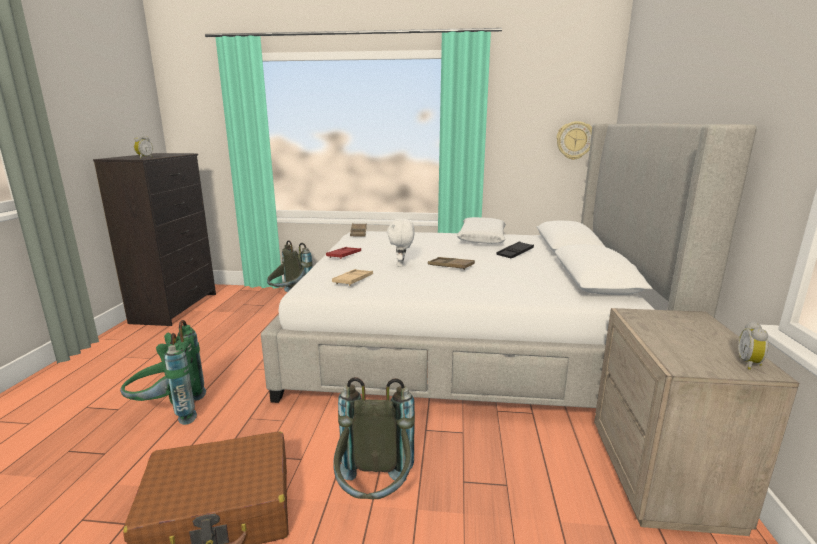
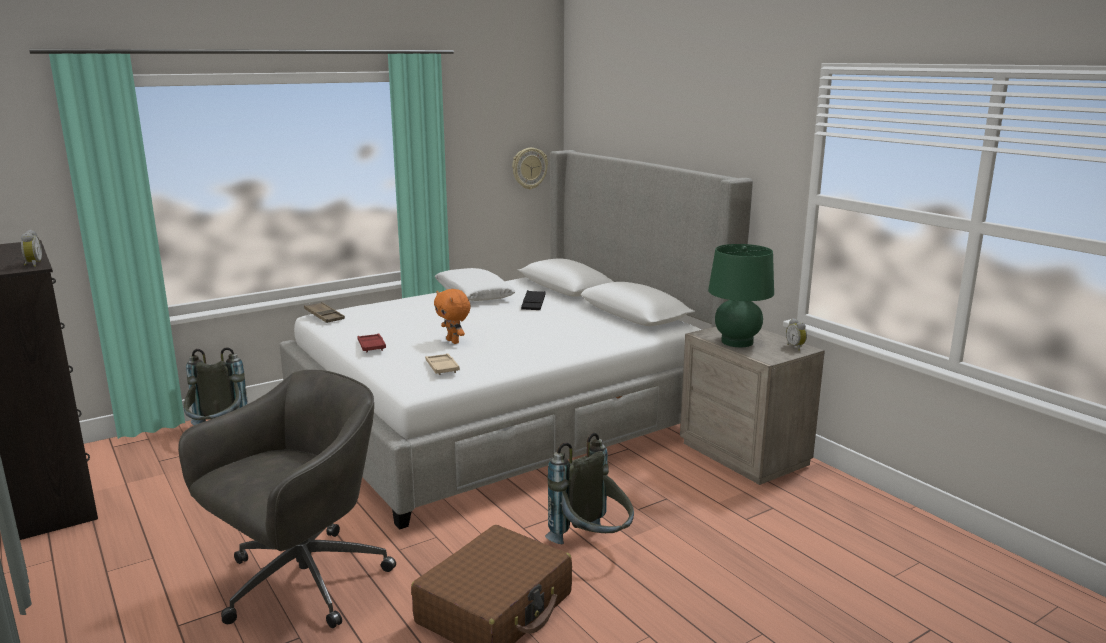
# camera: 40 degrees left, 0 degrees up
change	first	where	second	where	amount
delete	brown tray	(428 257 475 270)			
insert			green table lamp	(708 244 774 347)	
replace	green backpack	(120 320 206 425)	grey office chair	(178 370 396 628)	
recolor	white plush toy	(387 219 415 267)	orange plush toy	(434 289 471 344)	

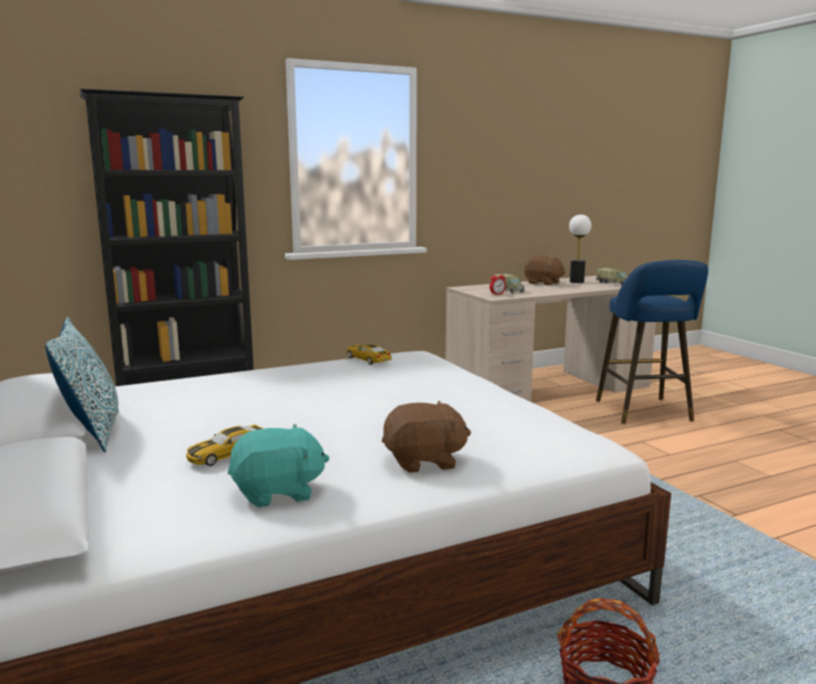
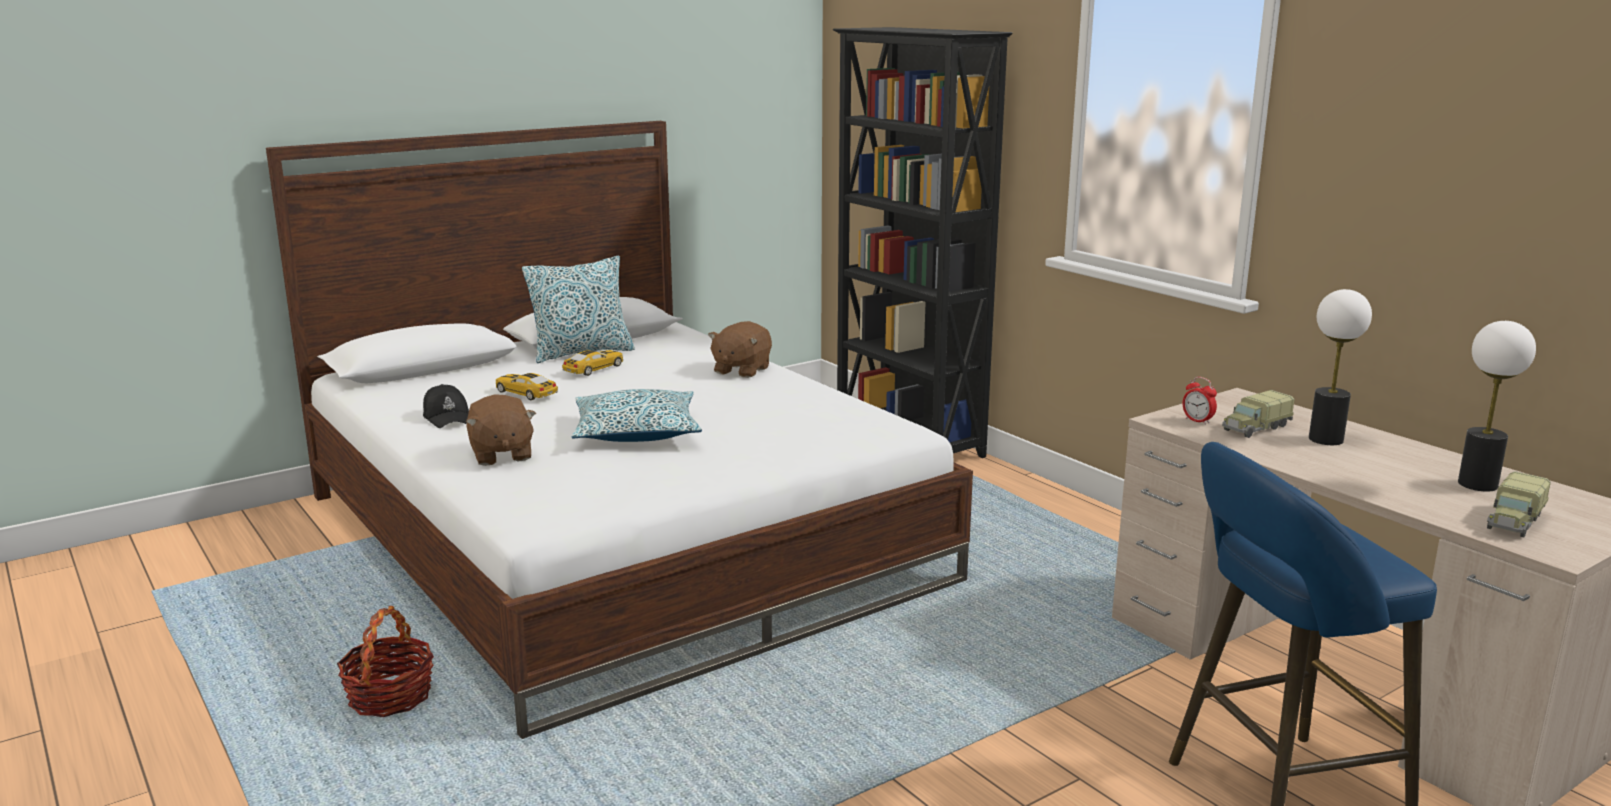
# camera: 80 degrees right, 5 degrees up
change	first	where	second	where	amount
insert			pillow	(571 389 702 442)	
insert			table lamp	(1309 289 1372 445)	
move	toy car	(347 344 392 365)		(562 350 623 376)	
move	brown plush toy	(524 255 565 286)		(708 321 772 378)	
replace	turquoise plush toy	(228 424 329 508)	black cap	(423 384 469 428)	

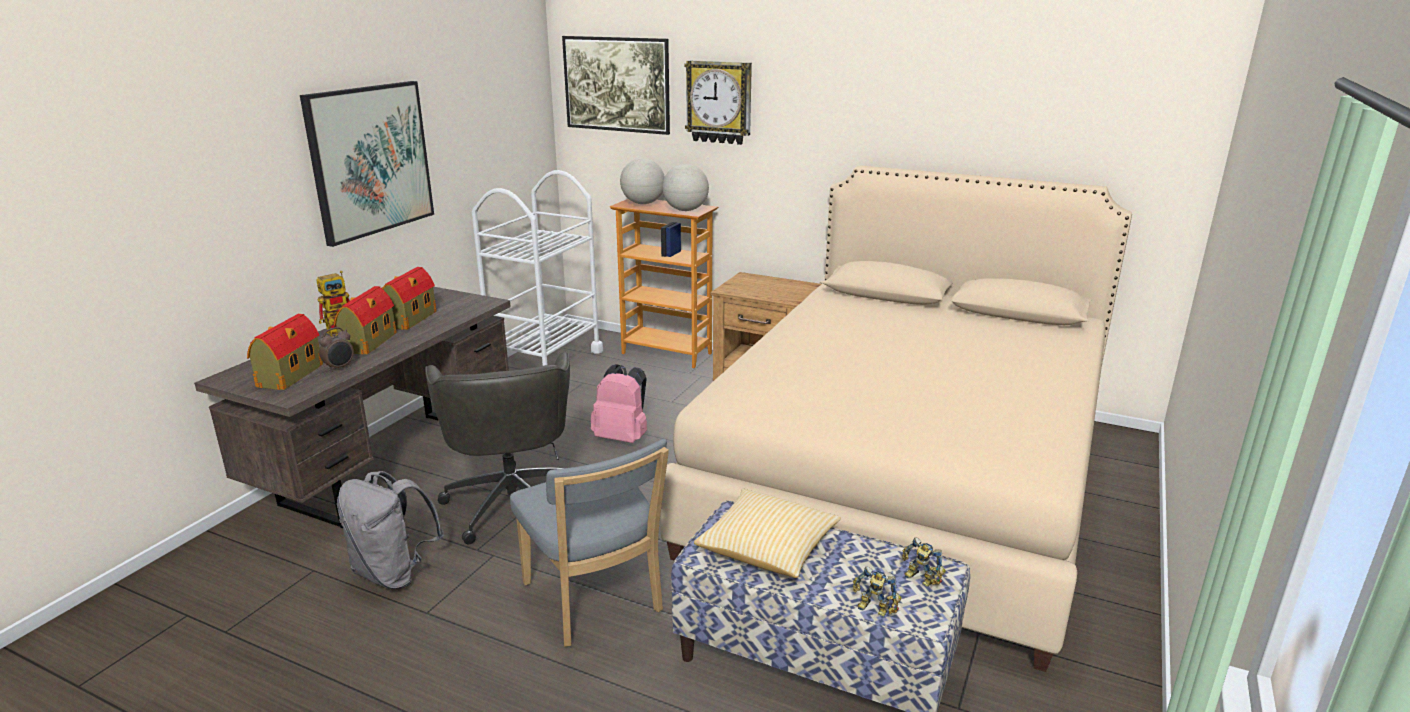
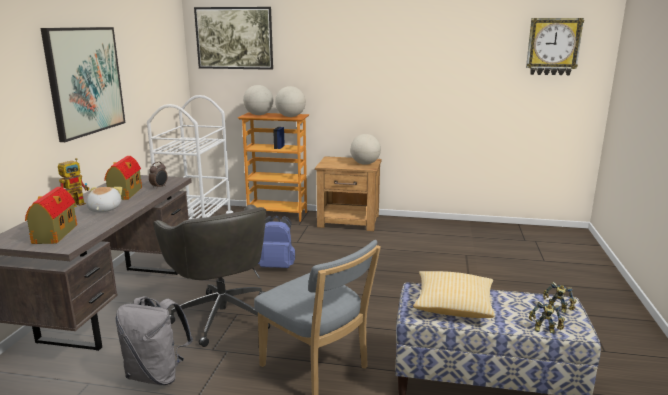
# camera: 15 degrees left, 5 degrees down
change	first	where	second	where	amount
delete	beige bed	(660 165 1132 672)			
insert			globe	(350 134 381 165)	
move	alarm clock	(319 327 354 372)		(149 162 168 189)	
move	wall clock	(685 60 752 145)		(526 18 584 75)	
replace	toy house	(334 286 396 355)	plush toy	(86 187 122 212)	
recolor	pink backpack	(591 364 647 443)	blue backpack	(258 216 295 268)	

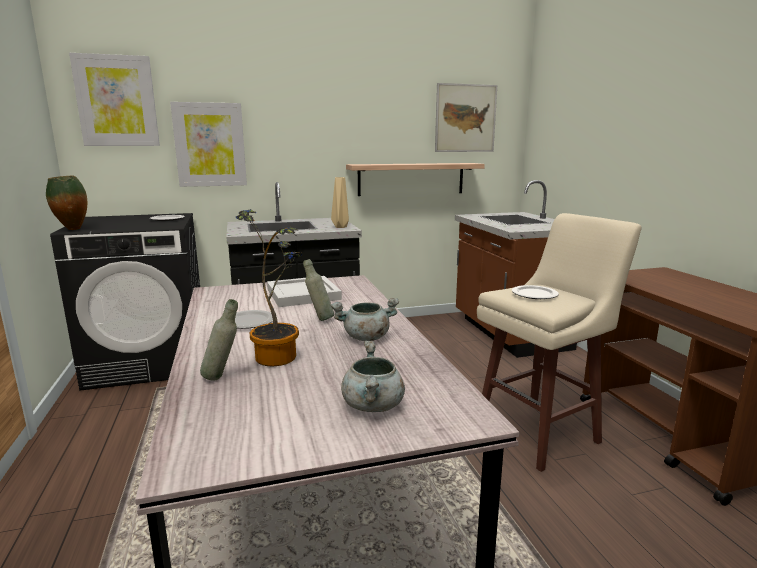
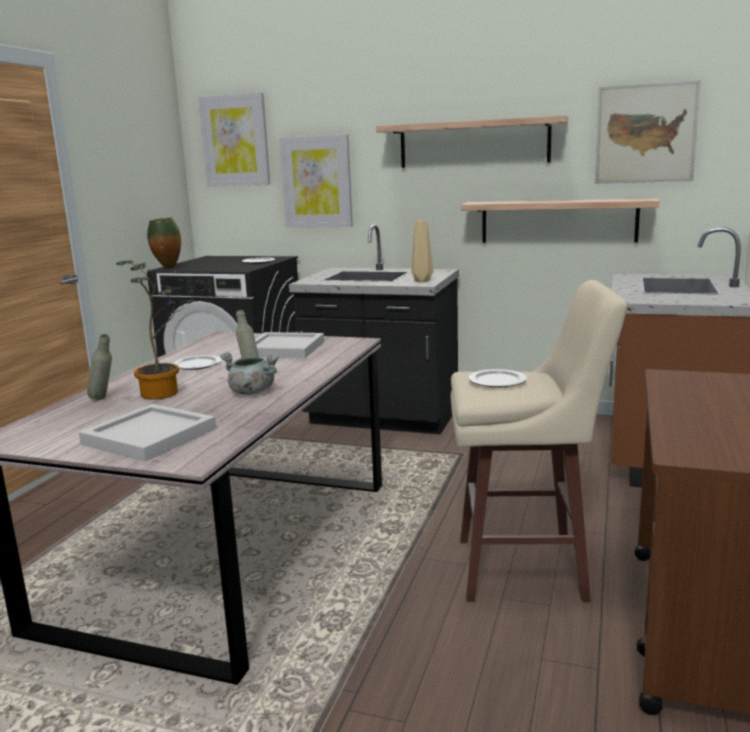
# camera: 35 degrees right, 0 degrees up
change	first	where	second	where	amount
insert			shelf	(376 115 568 168)	
replace	grey cooking pot	(341 341 405 412)	white tray	(79 404 216 462)	

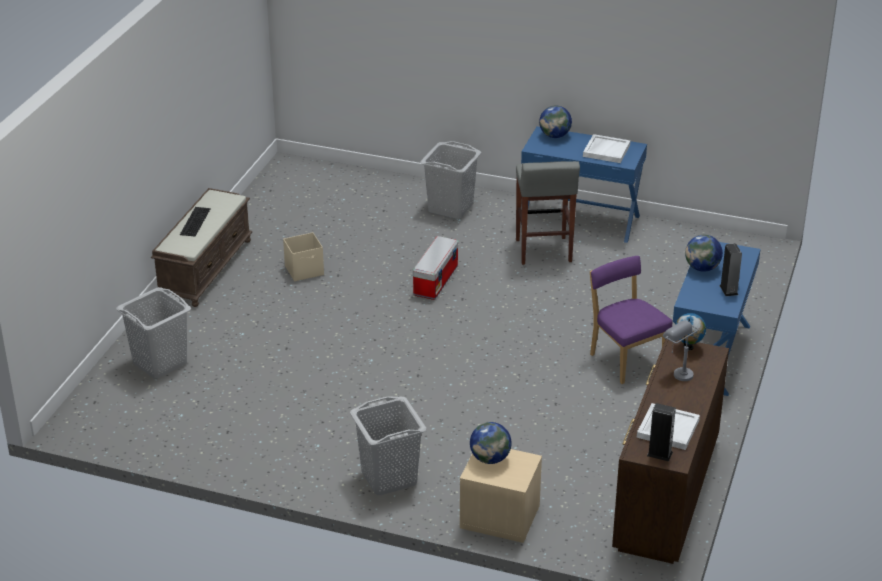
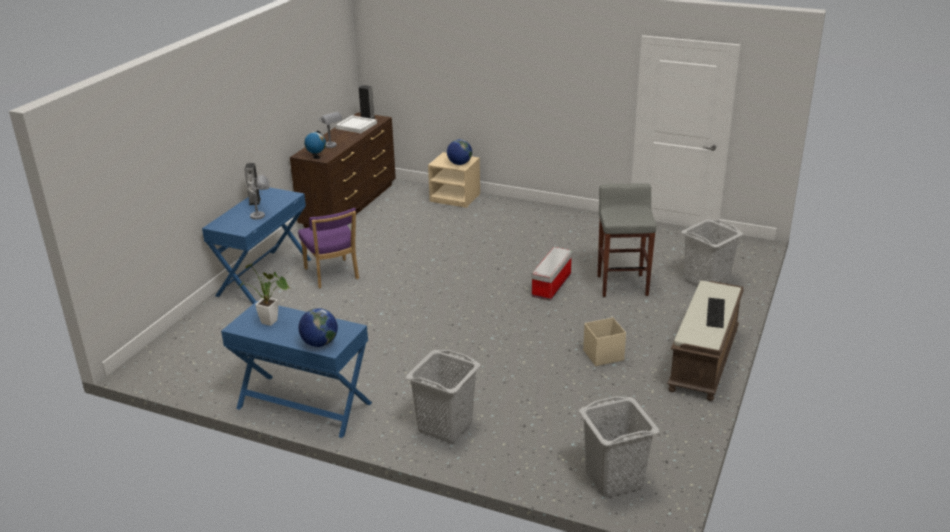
# camera: 175 degrees left, 5 degrees down
change	first	where	second	where	amount
move	grey laundry basket	(350 396 426 495)		(579 396 659 497)	
move	storage box	(413 236 458 300)		(532 247 572 300)	
move	grey stool	(516 161 580 265)		(597 183 656 297)	
replace	white tray	(583 134 630 163)	potted plant	(240 264 289 326)	
replace	globe	(685 235 723 272)	grey table lamp	(250 175 269 220)	

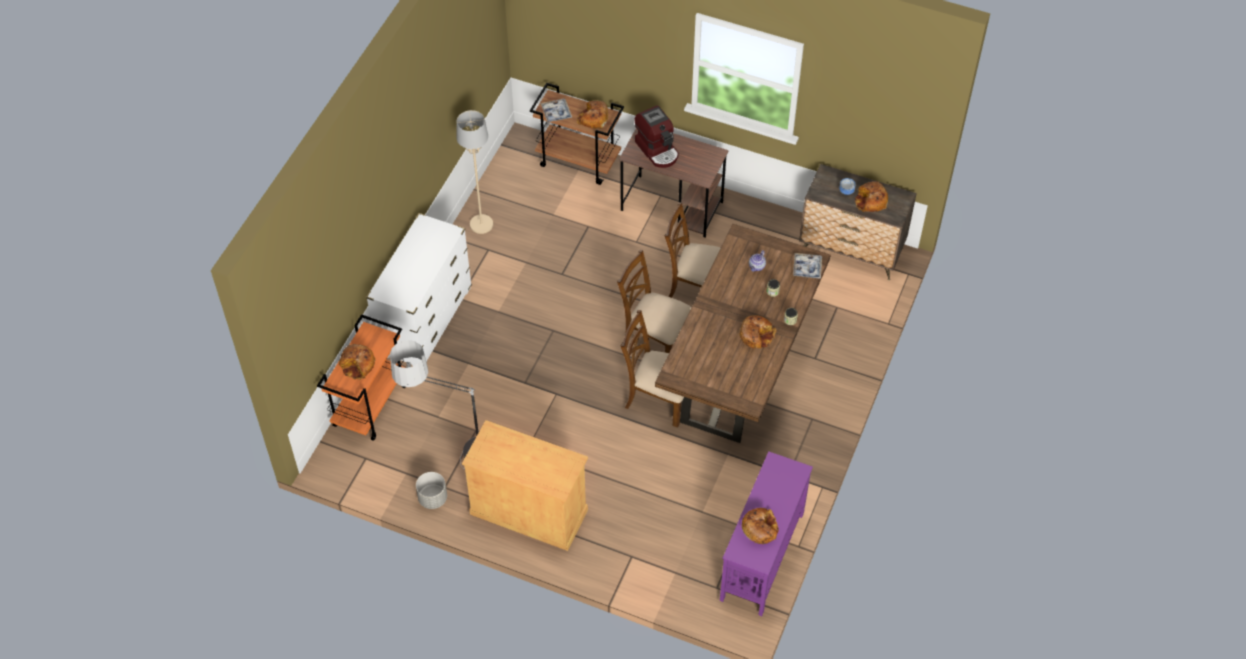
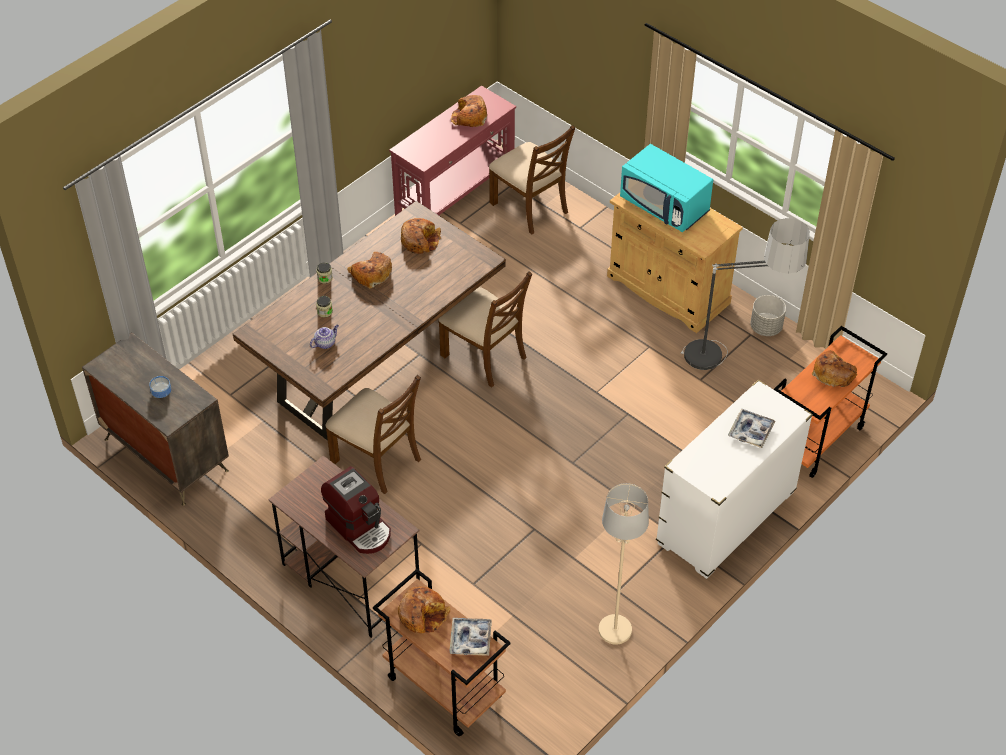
# camera: 160 degrees left, 5 degrees down
change	first	where	second	where	amount
insert			turquoise microwave	(620 144 713 232)	
move	brown chair	(617 250 691 353)		(489 125 575 234)	
move	tray	(793 253 822 279)		(728 409 776 448)	
move	bread	(855 181 888 212)		(401 218 441 254)	
recolor	purple console table	(720 451 813 616)	red console table	(389 86 516 216)	
rotate	coffee machine	(634 105 679 168)		(321 466 391 554)	150 degrees clockwise

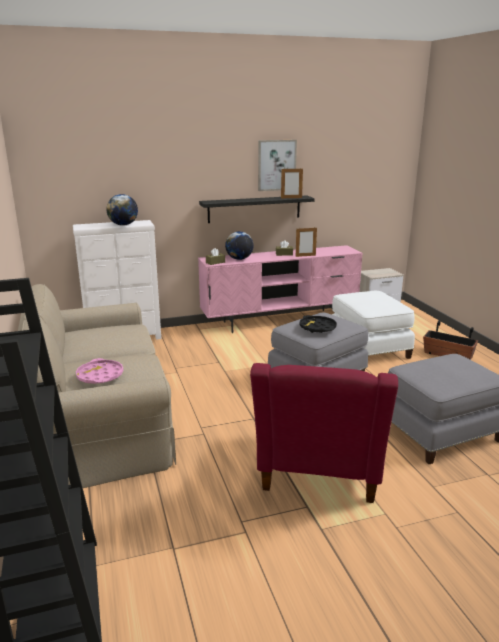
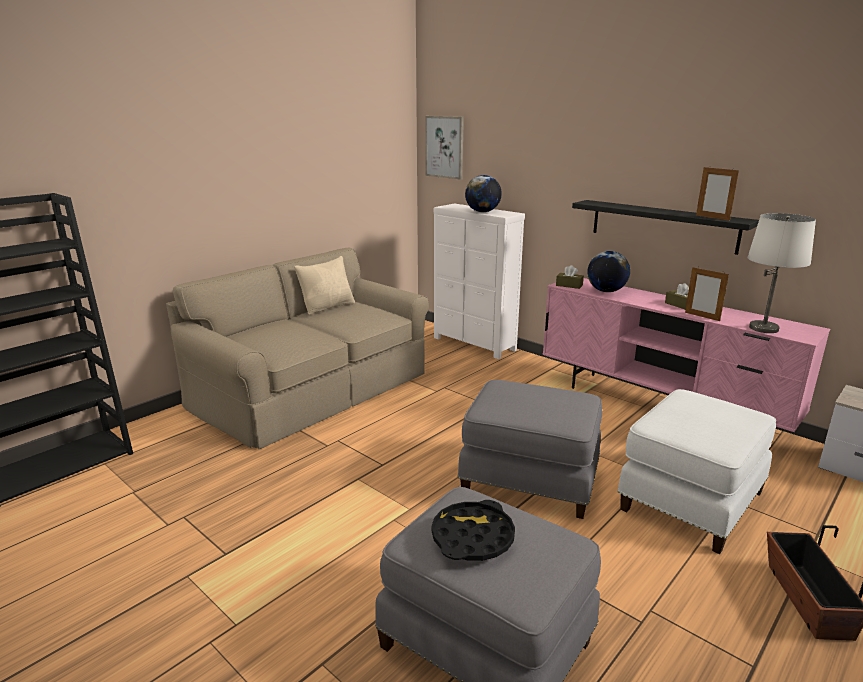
# camera: 60 degrees right, 0 degrees up
change	first	where	second	where	amount
delete	pink tray	(76 358 124 384)			
delete	red armchair	(250 363 398 503)			
insert			beige pillow	(294 256 355 315)	
insert			white table lamp	(747 213 816 333)	
move	picture	(258 140 297 191)		(426 116 464 180)	
move	black tray	(299 315 337 333)		(432 500 515 561)	

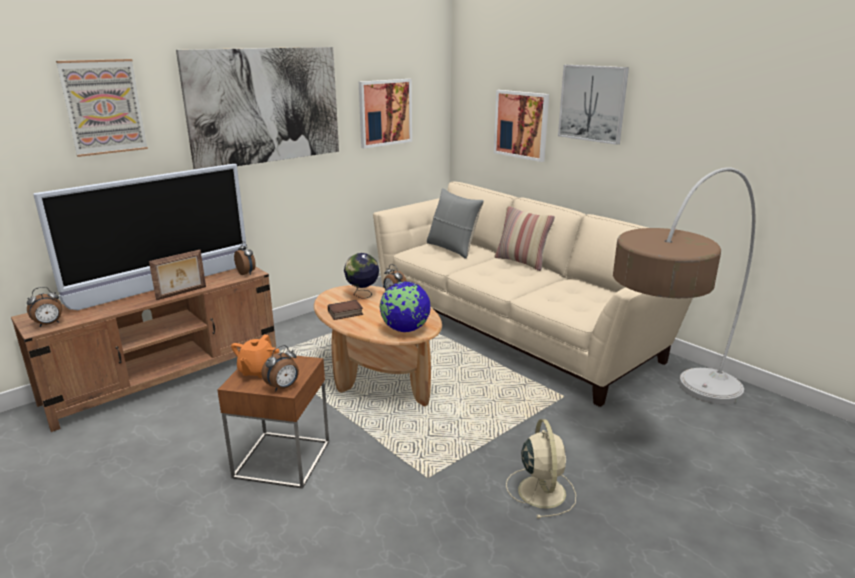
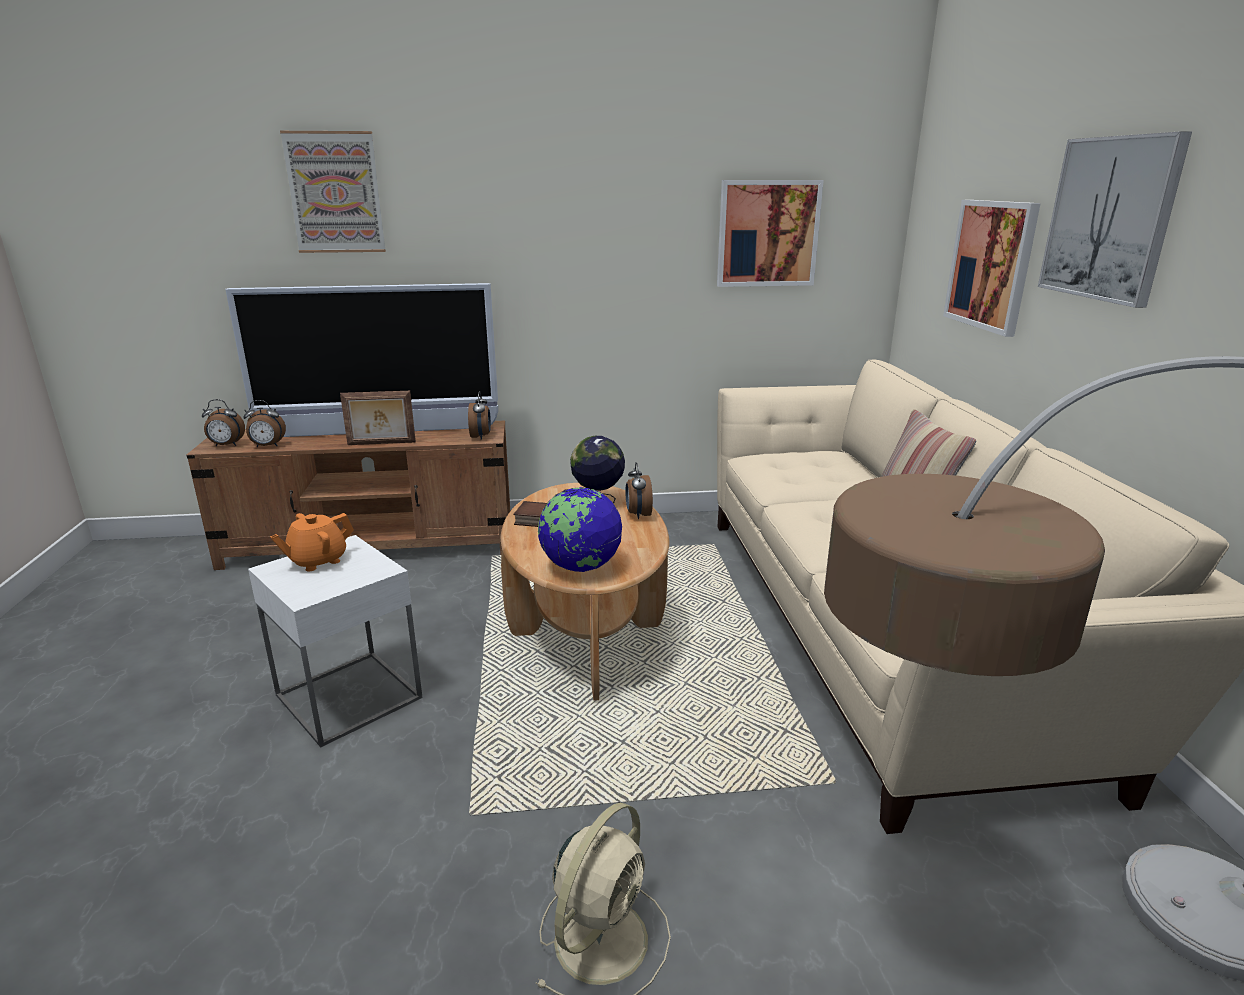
# camera: 35 degrees right, 0 degrees up
change	first	where	second	where	amount
delete	picture	(176 47 339 169)			
delete	grey pillow	(427 188 484 259)			
move	alarm clock	(261 345 299 391)		(243 400 286 447)	
recolor	brown side table	(217 356 329 489)	white side table	(248 535 423 748)	

